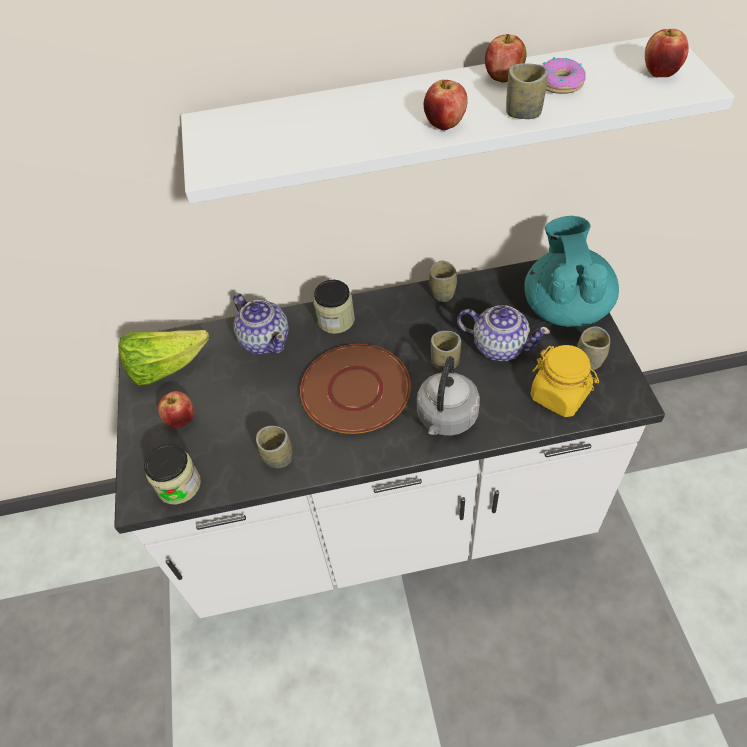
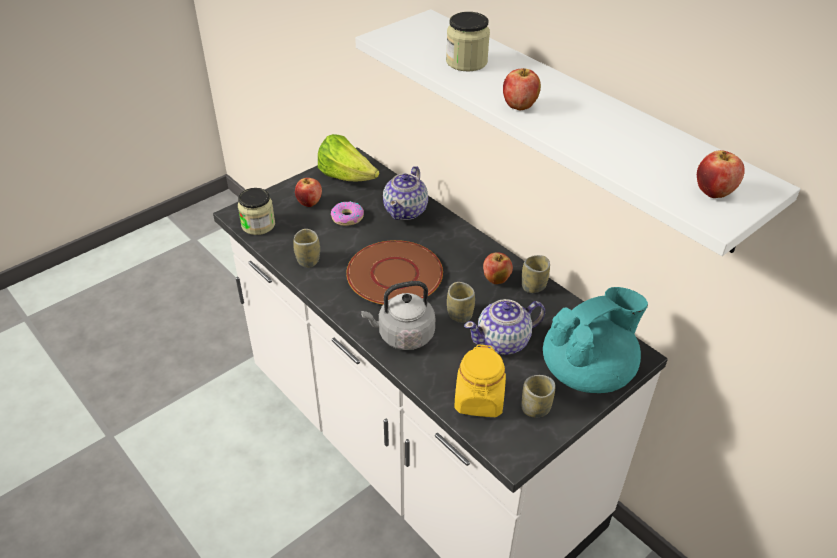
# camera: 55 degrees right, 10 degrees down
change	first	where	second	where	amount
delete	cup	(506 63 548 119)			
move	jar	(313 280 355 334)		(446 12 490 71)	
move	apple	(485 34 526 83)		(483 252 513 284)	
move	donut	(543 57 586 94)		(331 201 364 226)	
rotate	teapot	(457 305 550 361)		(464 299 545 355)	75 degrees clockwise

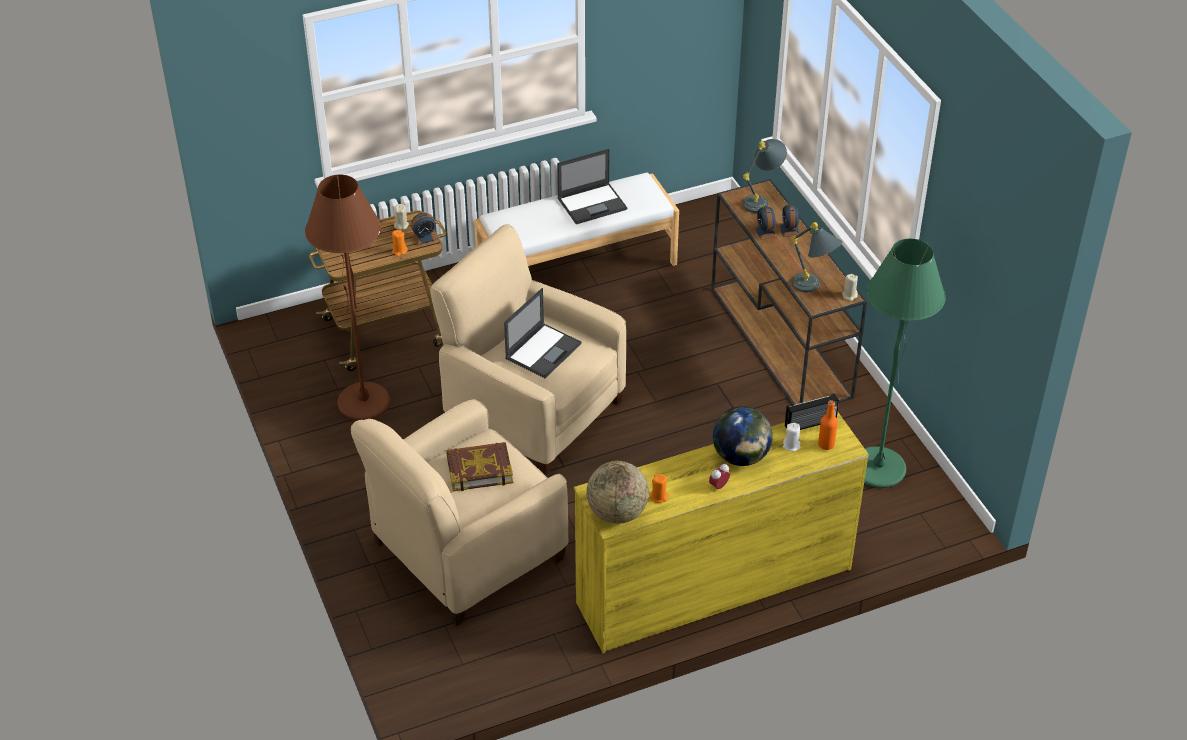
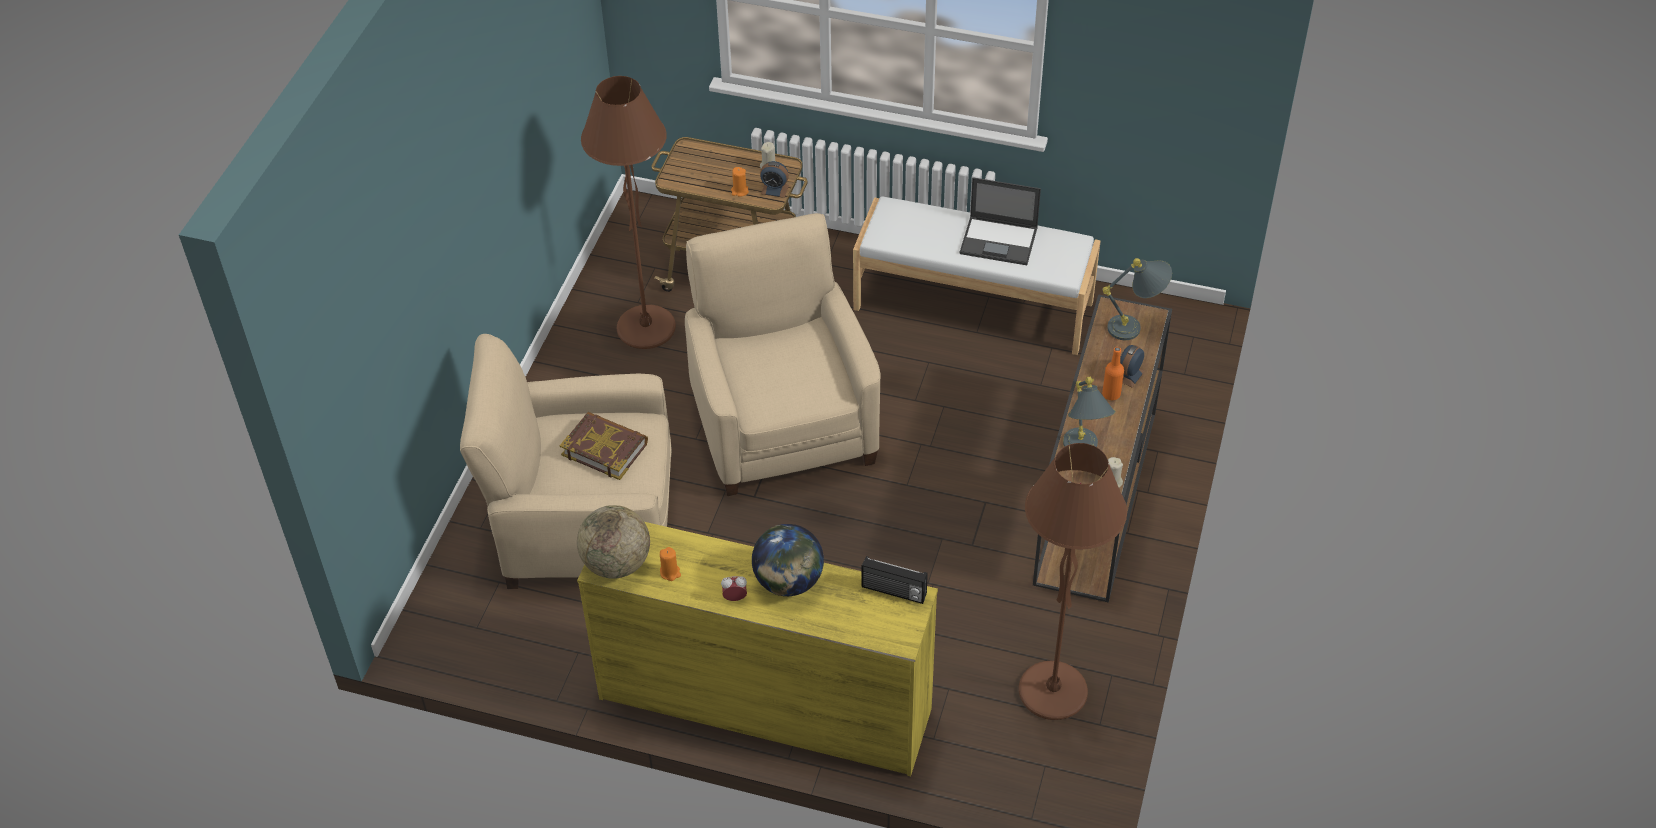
# camera: 40 degrees right, 5 degrees up
change	first	where	second	where	amount
delete	laptop	(504 288 582 378)			
delete	alarm clock	(754 206 776 240)			
delete	white candle	(783 423 800 451)			
move	orange bottle	(818 400 838 450)		(1102 347 1124 400)	
recolor	green floor lamp	(864 239 946 488)	brown floor lamp	(1019 443 1127 720)	

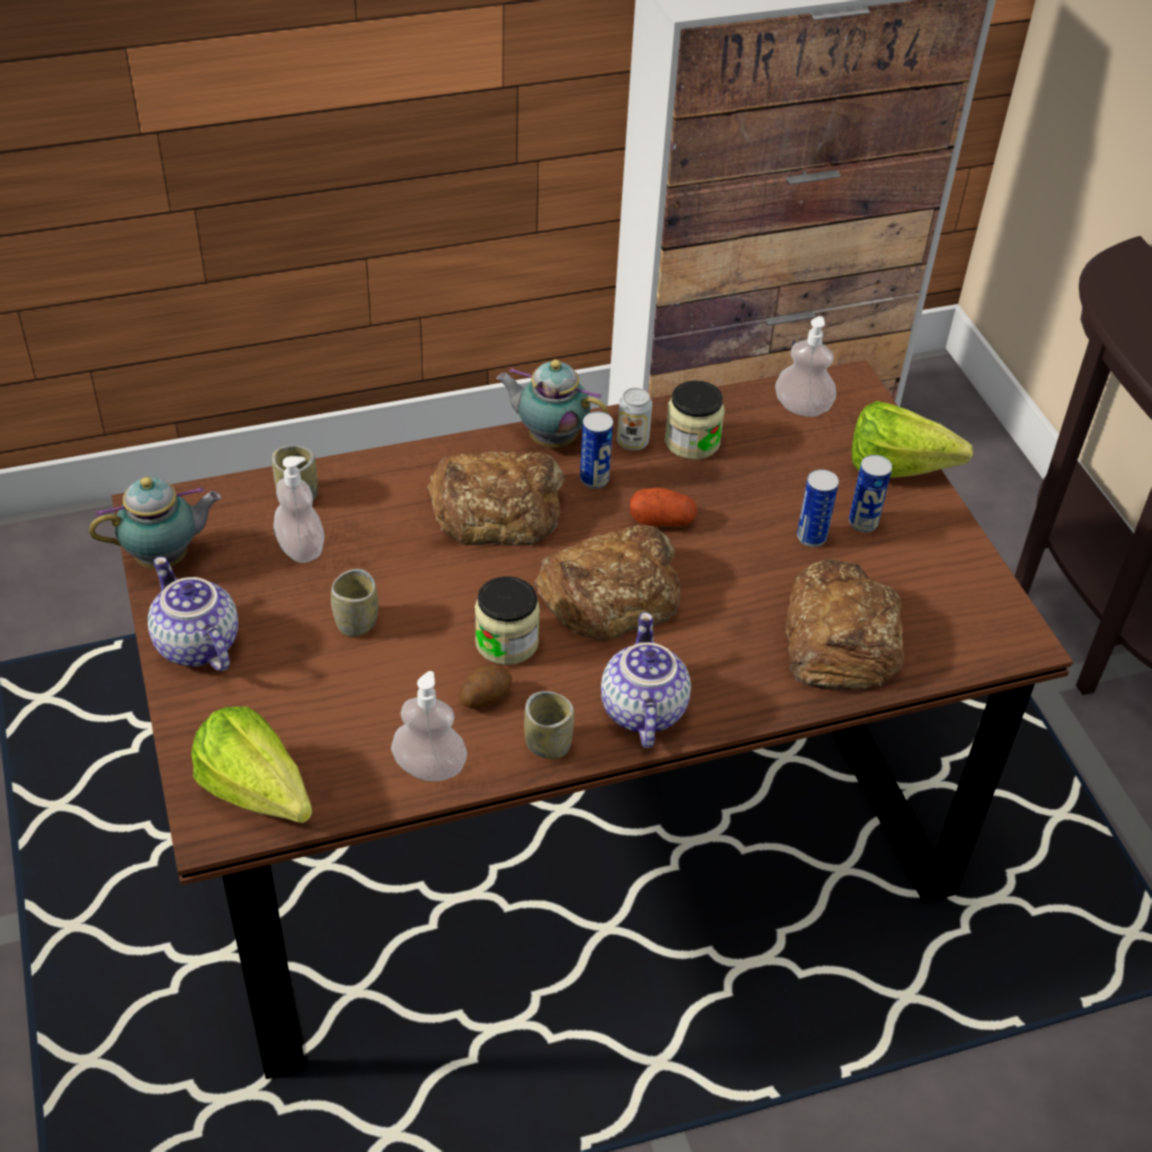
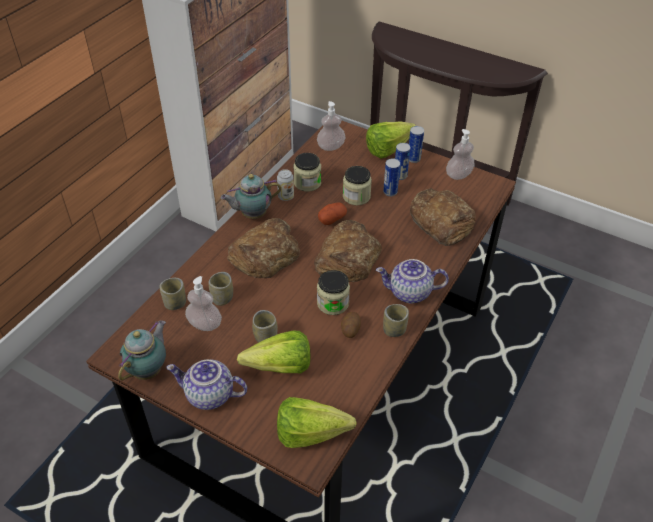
# camera: 40 degrees left, 0 degrees up
change	first	where	second	where	amount
insert			cup	(209 272 233 306)	
insert			lettuce	(237 331 310 373)	
insert			jar	(343 166 372 205)	
move	soap dispenser	(391 671 467 781)		(446 129 475 180)	
move	can	(580 411 613 488)		(409 126 424 163)	
rotate	teapot	(601 612 691 748)		(376 259 449 303)	45 degrees counterclockwise

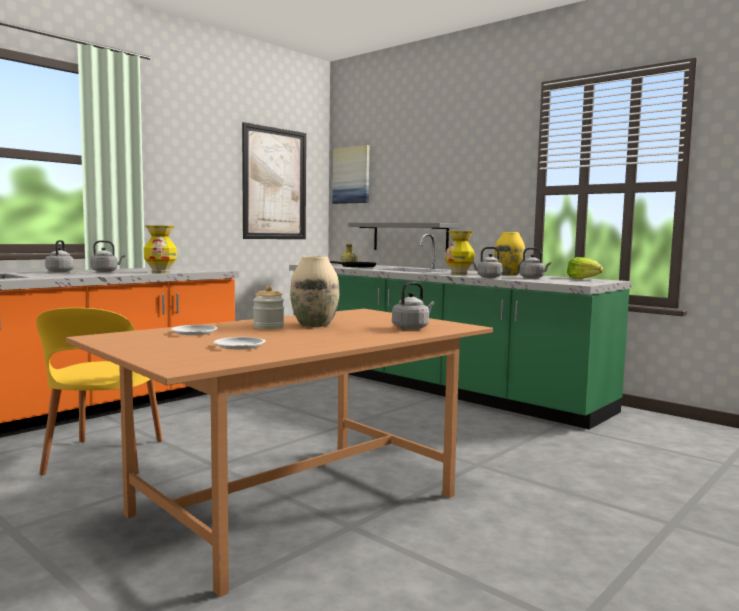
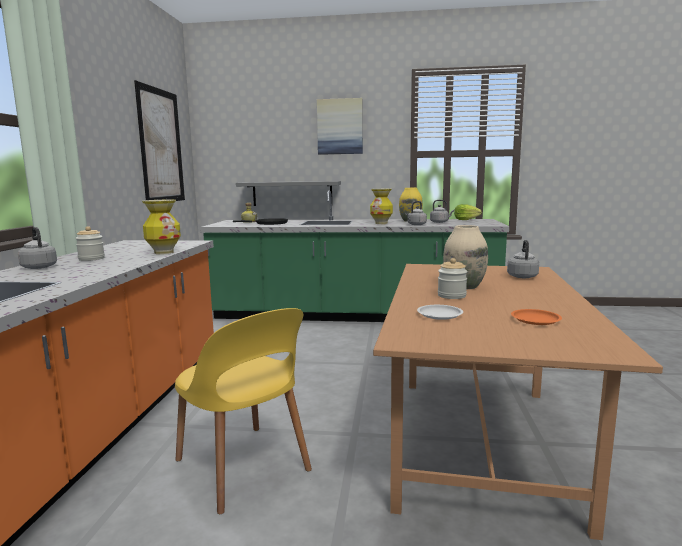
# camera: 35 degrees left, 5 degrees up
change	first	where	second	where	amount
move	picture	(332 145 370 204)		(317 98 363 155)	
replace	grey kettle	(91 240 125 272)	jar	(75 226 105 261)	
recolor	white plate	(213 337 265 349)	orange plate	(511 309 562 325)	

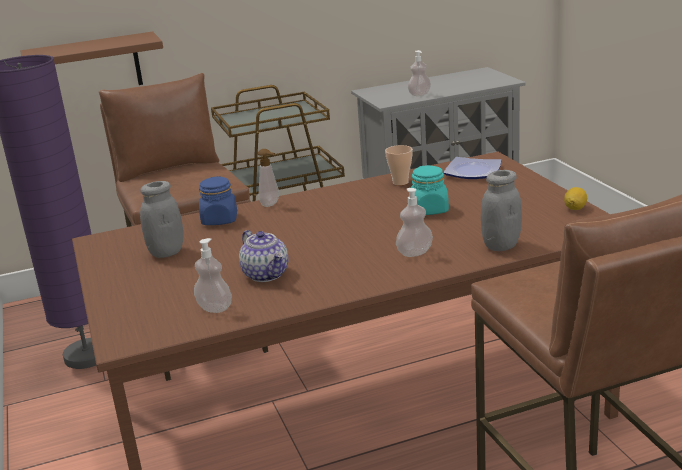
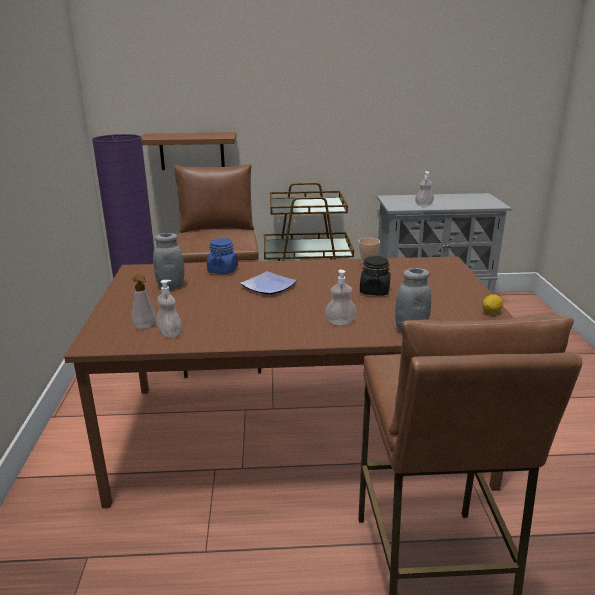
# camera: 15 degrees right, 0 degrees up
change	first	where	second	where	amount
delete	teapot	(239 230 289 282)			
move	soap dispenser	(258 149 279 207)		(132 274 156 329)	
move	plate	(444 157 501 179)		(240 271 297 295)	
recolor	turquoise jar	(410 165 449 215)	black jar	(360 256 390 295)	

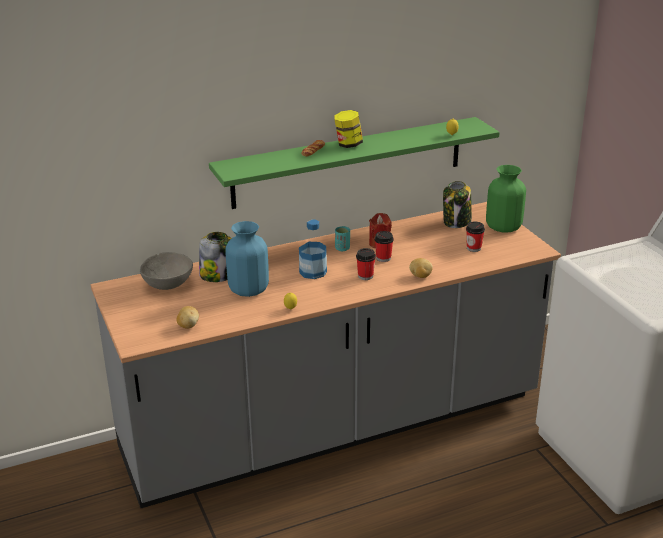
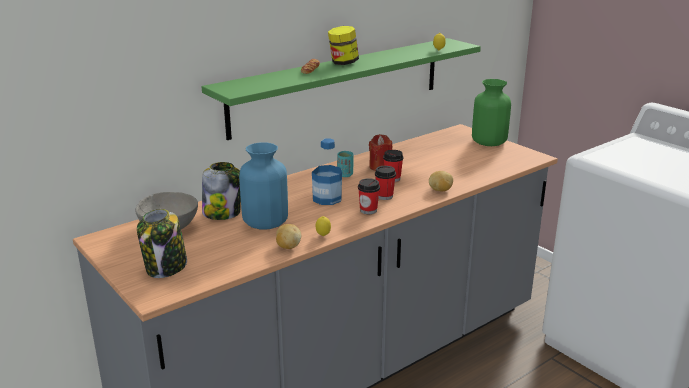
# camera: 15 degrees left, 5 degrees down
change	first	where	second	where	amount
move	potato	(176 306 199 328)		(276 224 301 249)	
move	jar	(443 181 472 228)		(137 209 187 278)	
move	cup	(466 222 485 252)		(358 178 380 214)	

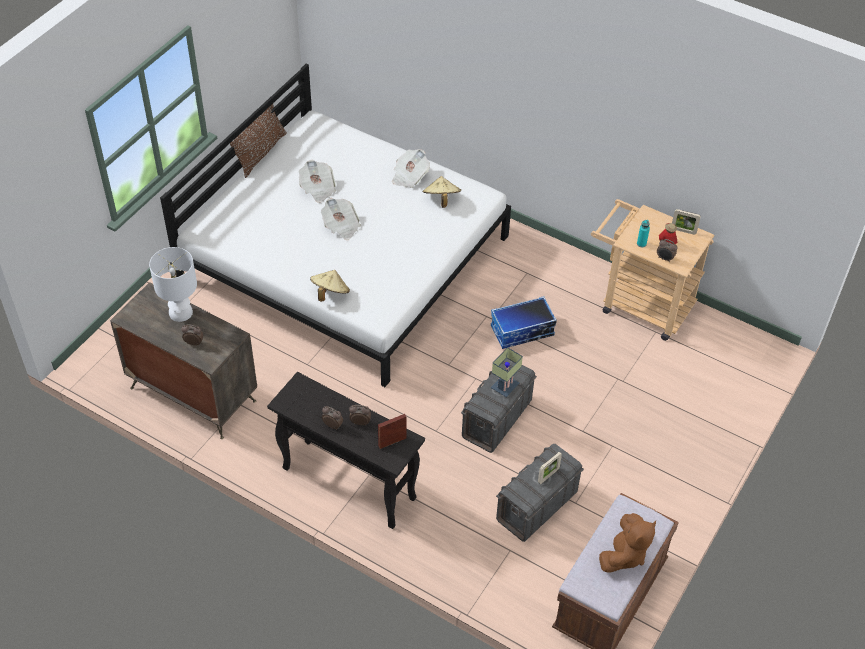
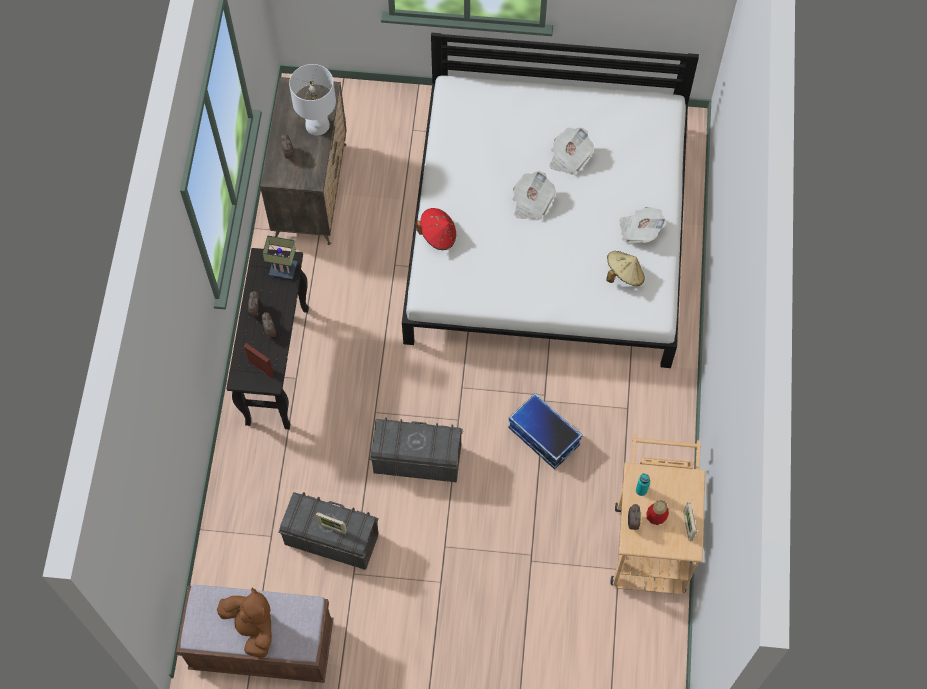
# camera: 65 degrees right, 15 degrees up
change	first	where	second	where	amount
delete	brown pillow	(230 104 287 178)			
move	table lamp	(491 347 523 397)		(263 236 298 280)	
recolor	beige hat	(310 270 350 301)	red hat	(417 208 456 250)	
rotate	brown plush toy	(599 513 656 573)		(217 588 272 658)	135 degrees counterclockwise

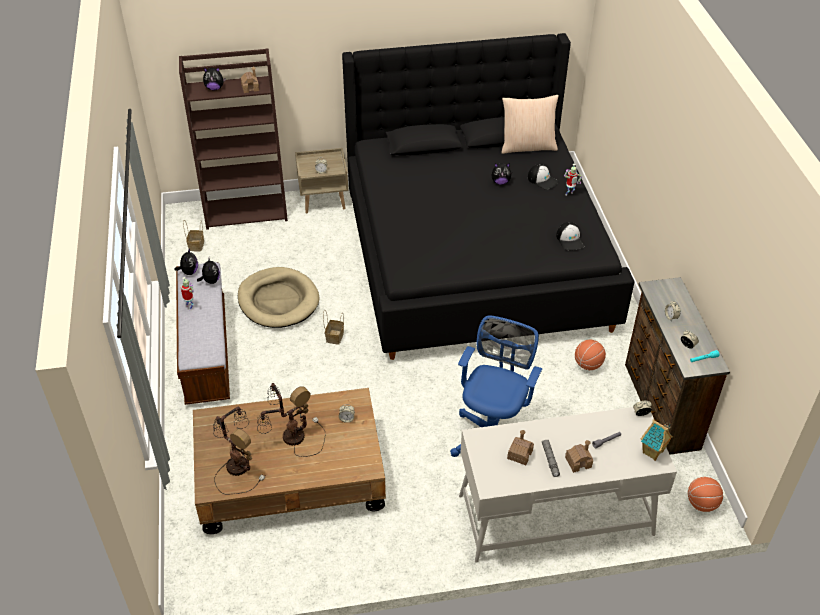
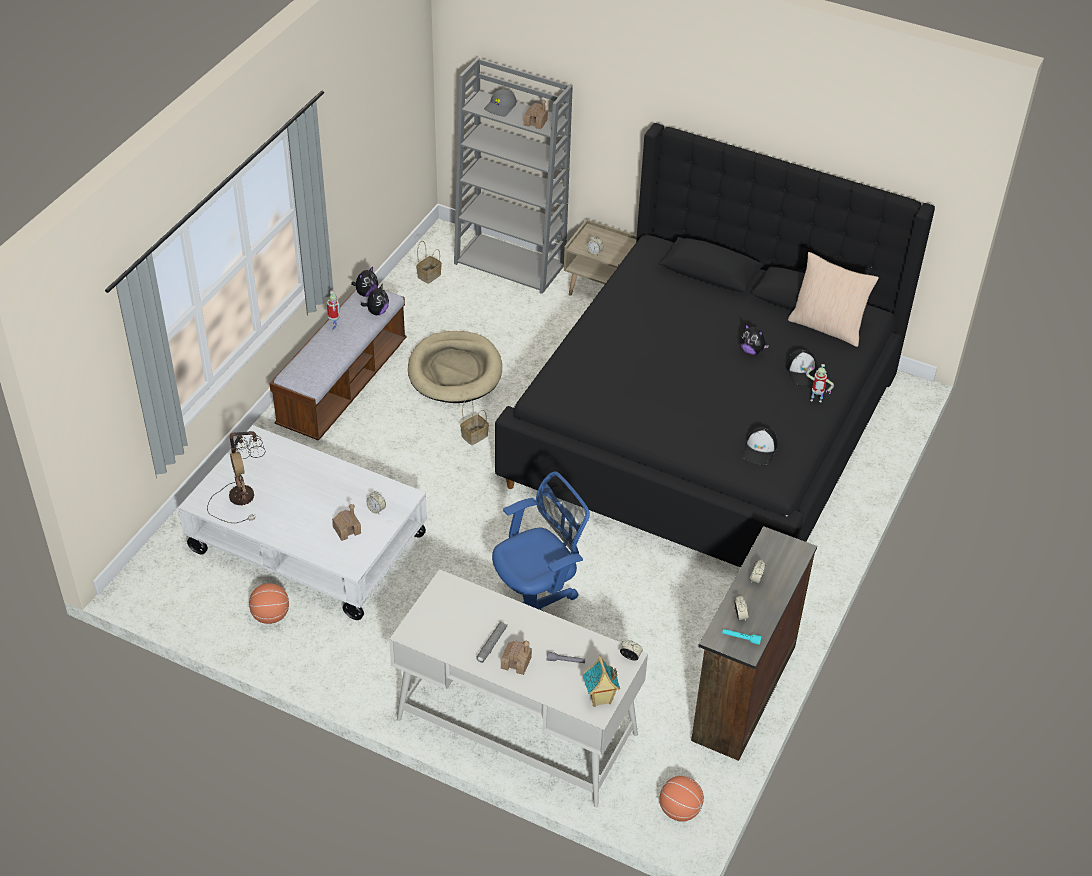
# camera: 35 degrees right, 0 degrees up
change	first	where	second	where	amount
delete	table lamp	(257 383 325 457)			
move	toy house	(507 430 534 466)		(332 504 361 541)	
move	basketball	(575 340 606 370)		(249 583 289 624)	
replace	plush toy	(203 67 226 90)	grey cap	(484 89 517 117)	
recolor	brown bookcase	(179 48 288 230)	grey bookcase	(454 58 573 294)	
recolor	brown coffee table	(193 388 386 534)	white coffee table	(178 425 427 620)	

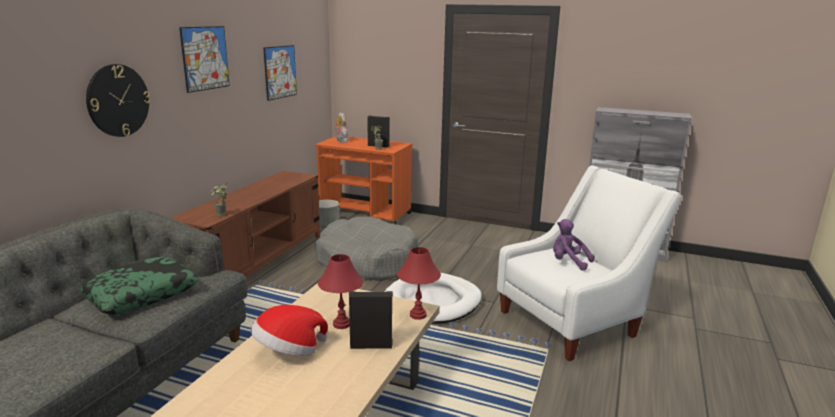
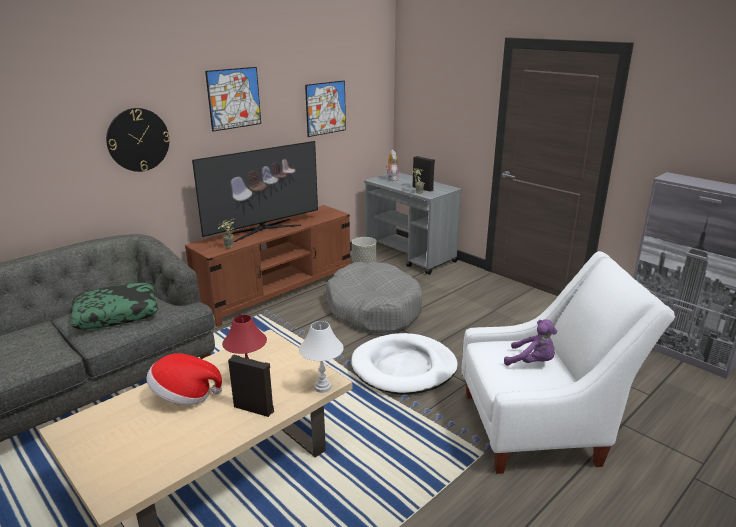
# camera: 25 degrees right, 5 degrees up
change	first	where	second	where	amount
insert			television	(192 141 318 242)	
recolor	orange cart	(315 136 412 224)	grey cart	(364 173 462 275)	
recolor	red table lamp	(397 247 441 320)	white table lamp	(299 321 344 393)	
rotate	purple plush toy	(553 219 595 271)		(504 319 557 366)	150 degrees clockwise

